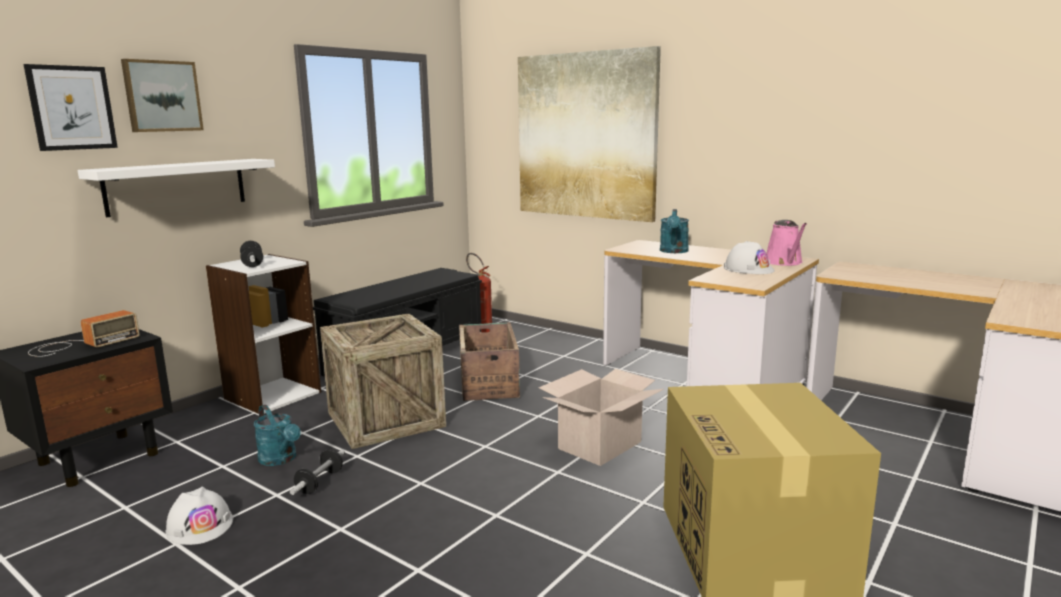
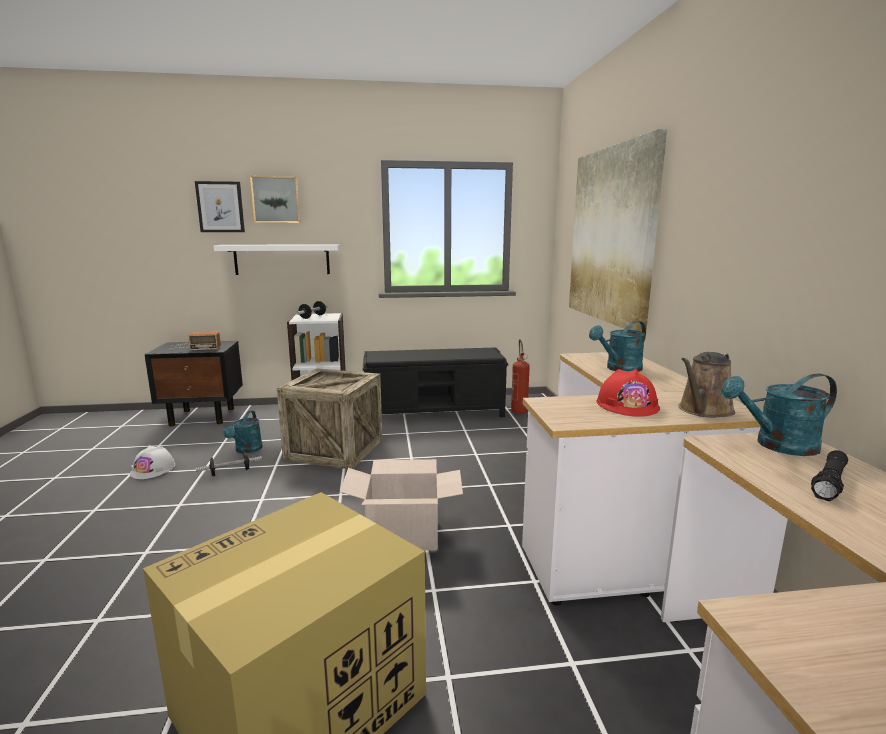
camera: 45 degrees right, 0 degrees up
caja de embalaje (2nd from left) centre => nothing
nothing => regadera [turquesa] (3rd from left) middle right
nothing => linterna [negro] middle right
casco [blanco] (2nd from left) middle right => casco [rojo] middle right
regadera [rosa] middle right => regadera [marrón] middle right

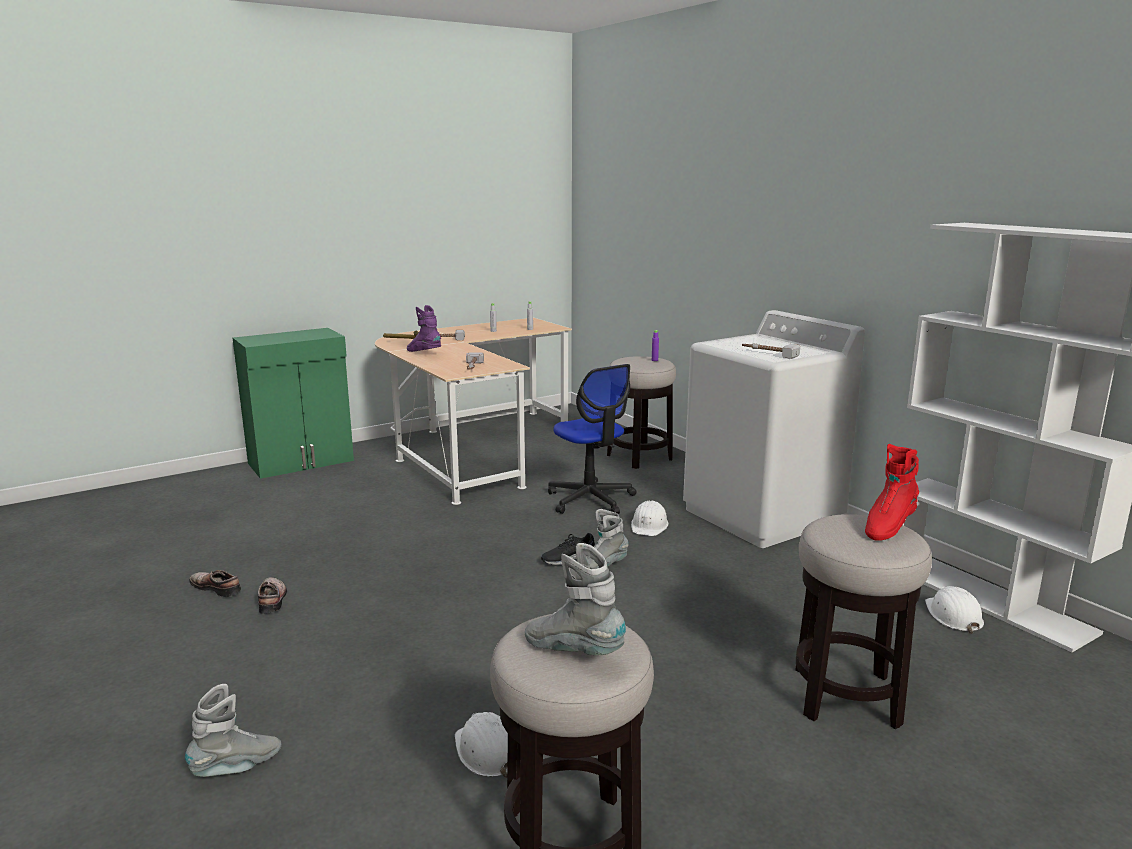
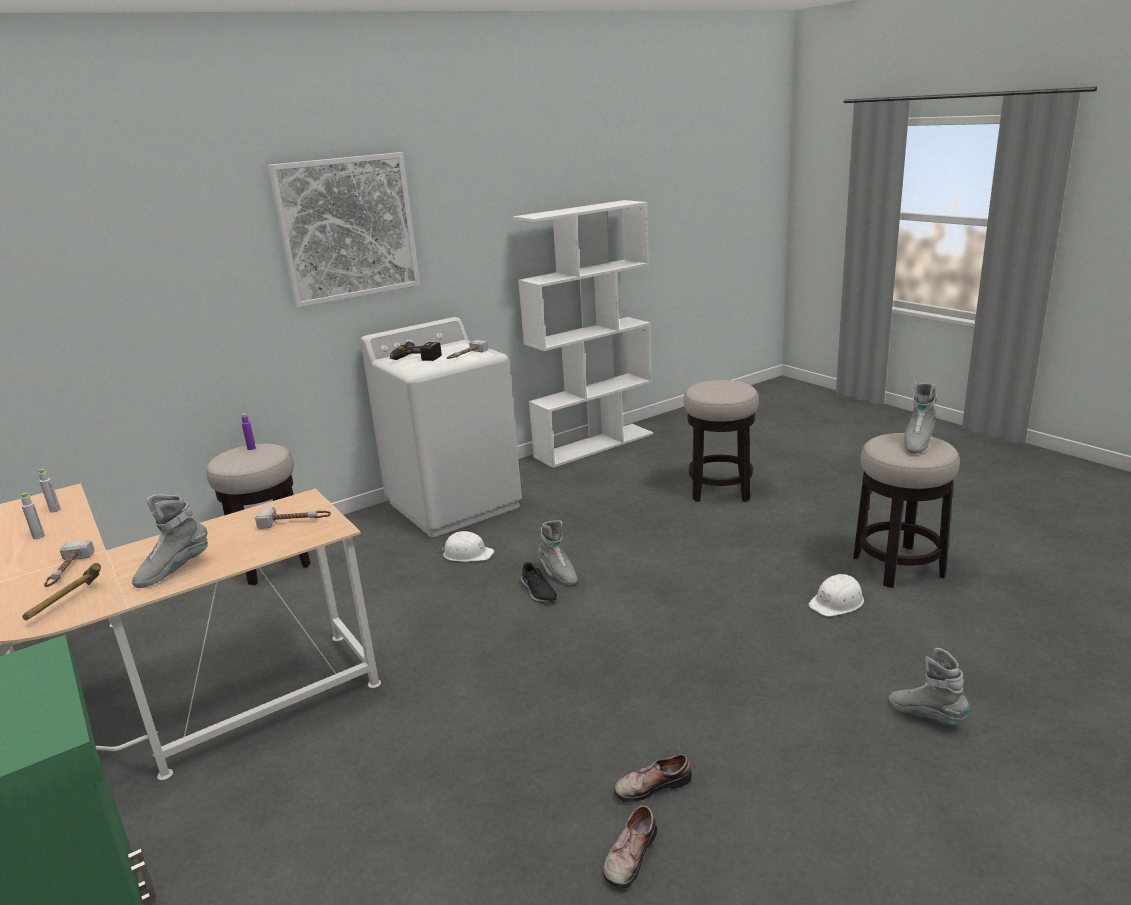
camera: 90 degrees left, 5 degrees up
silla de oficina centre => nothing
bota [rojo] middle right => nothing
casco [blanco] (3rd from left) bottom right => nothing
nothing => cuadro top left
nothing => taladro centre
bota [morado] centre => bota [gris] (1st from left) middle left

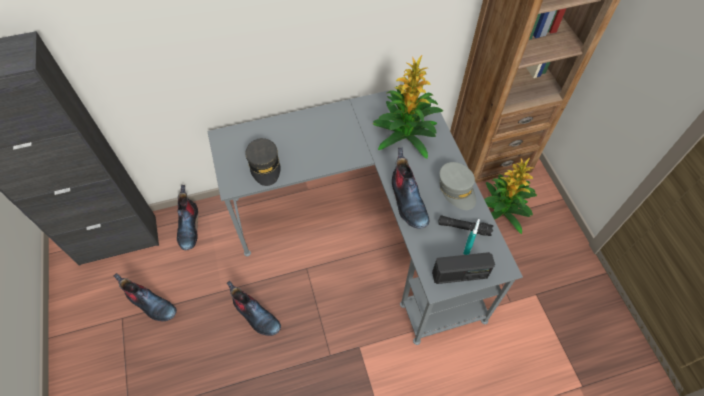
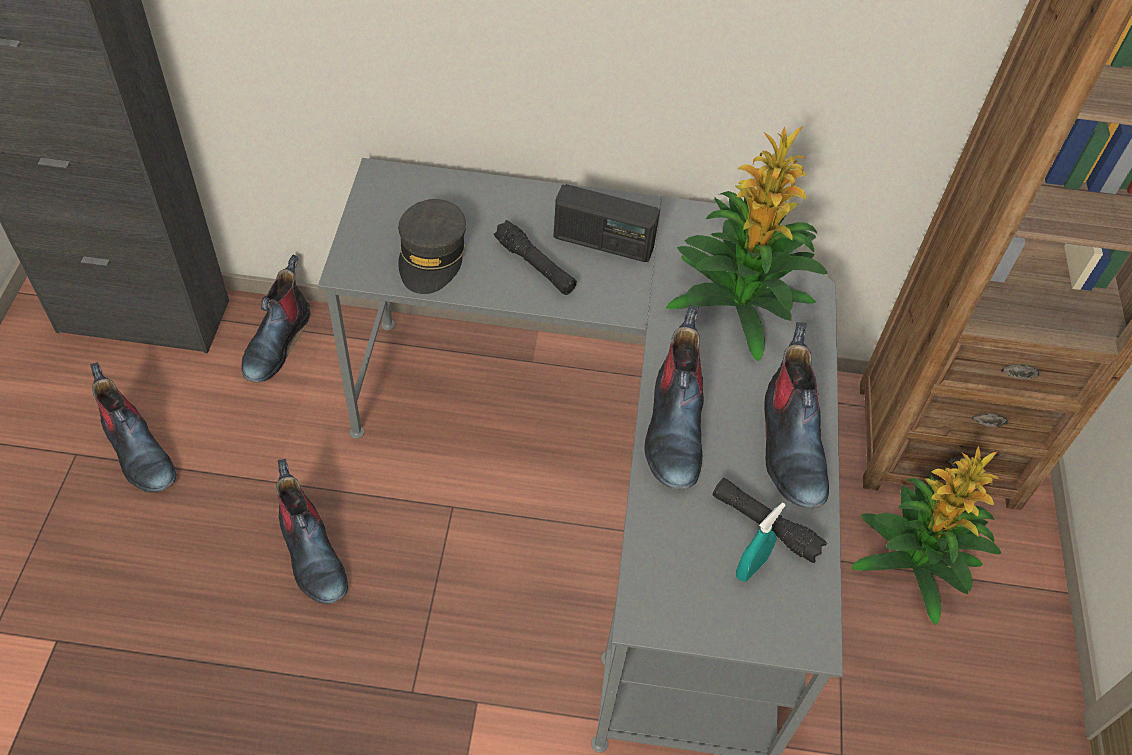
camera: 20 degrees right, 5 degrees down
nothing => linterna [negro] (1st from left) centre
radio bottom centre => radio top centre, moved
gorra [gris] (2nd from left) centre => bota (5th from left) middle right

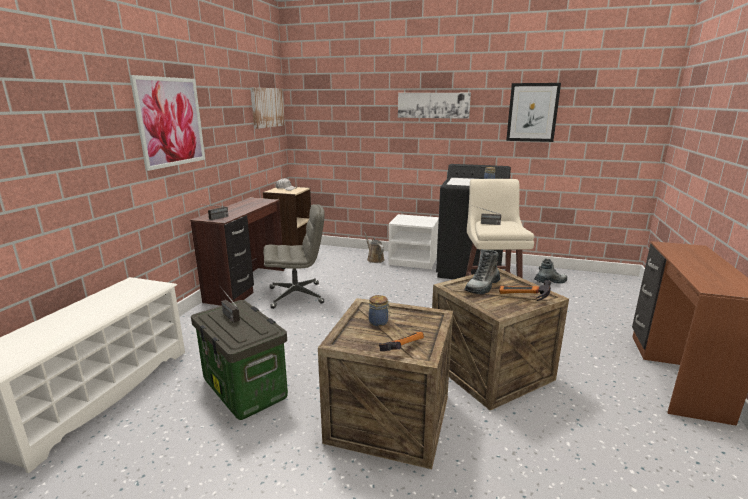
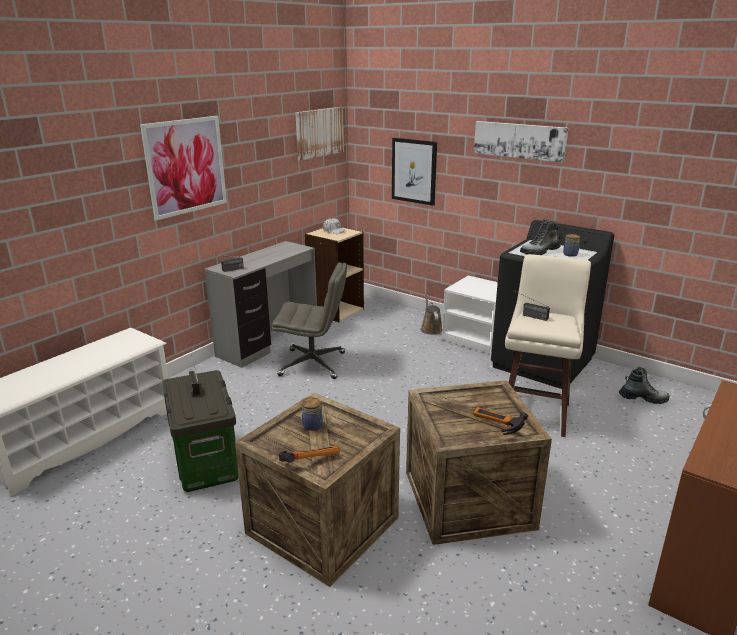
camera: 20 degrees right, 5 degrees up
bota (1st from left) centre => bota (1st from left) middle right, moved
cuadro (4th from left in the first image) top right => cuadro (3rd from left) top centre, moved
escritorio [marrón] (1st from left) middle left => escritorio [gris] centre

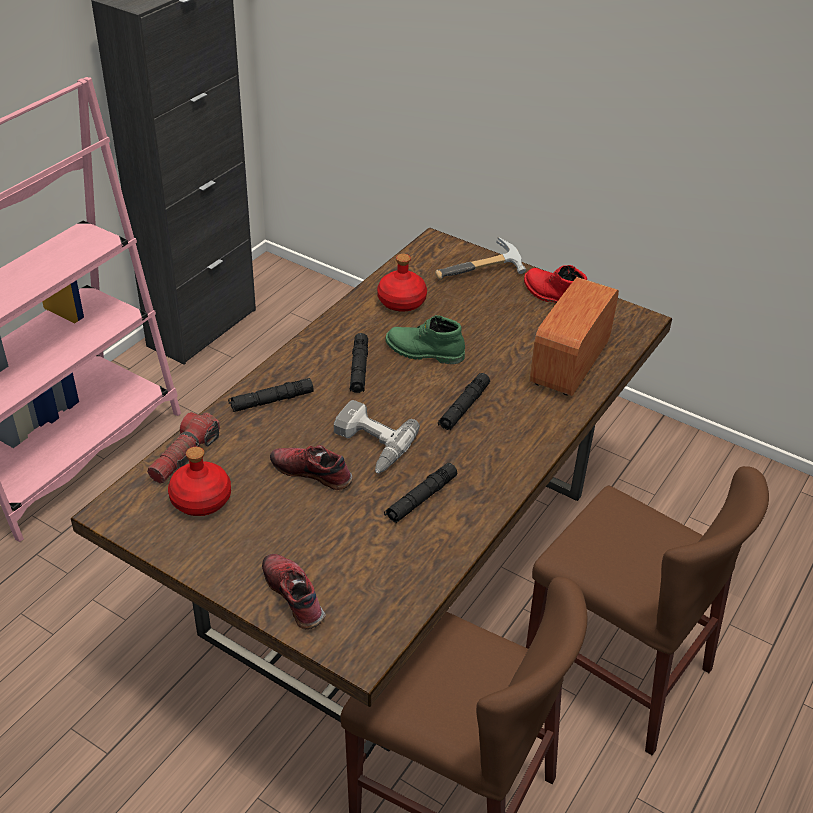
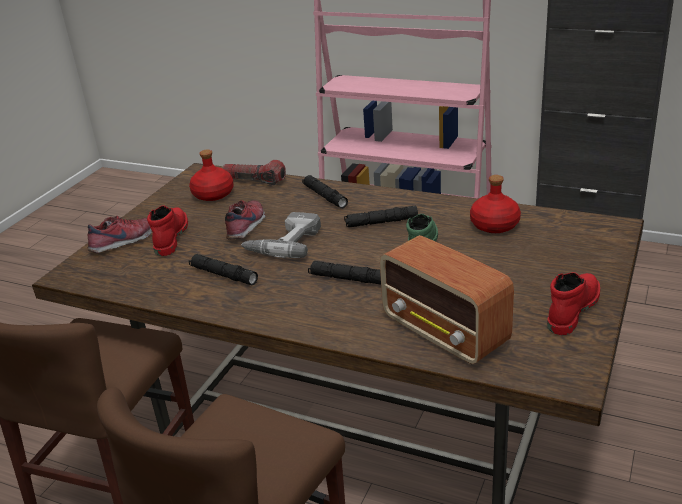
camera: 85 degrees right, 10 degrees down
martillo top centre => nothing
nothing => bota [rojo] (1st from left) middle left
radio middle right => radio centre, 150 degrees counterclockwise

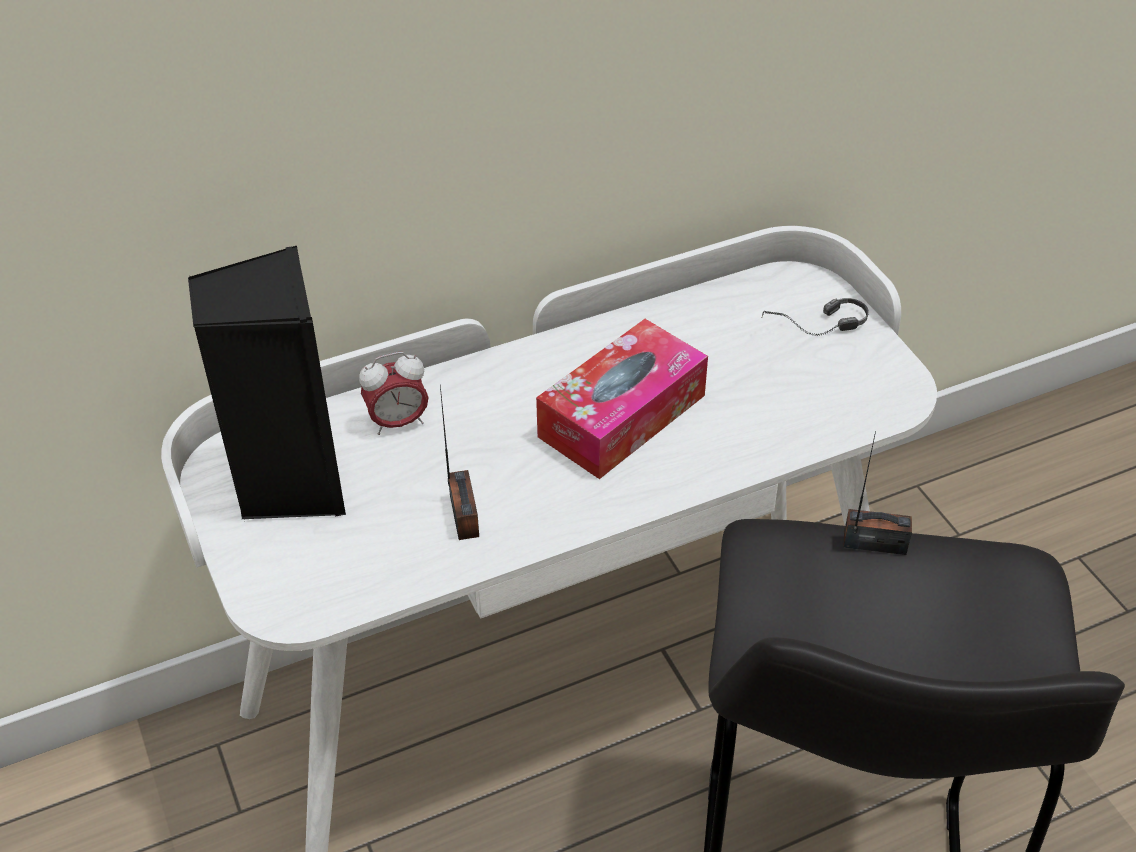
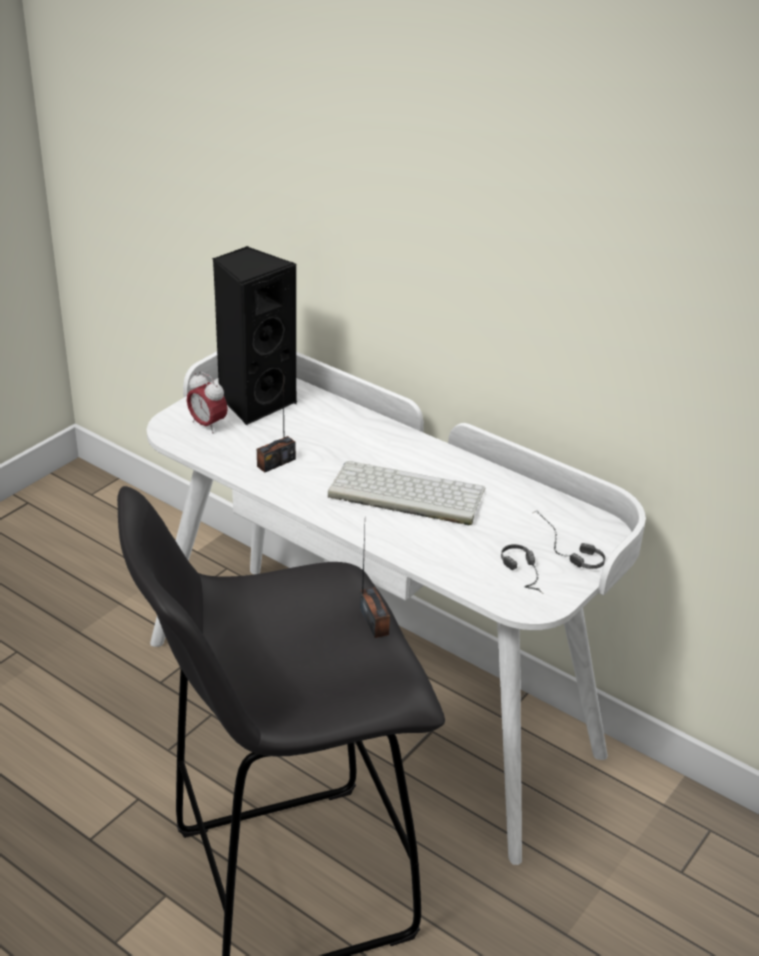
camera: 60 degrees right, 10 degrees down
nothing => auriculares (1st from left) middle right
despertador centre => despertador middle left, moved
caja de pañuelos centre => teclado centre

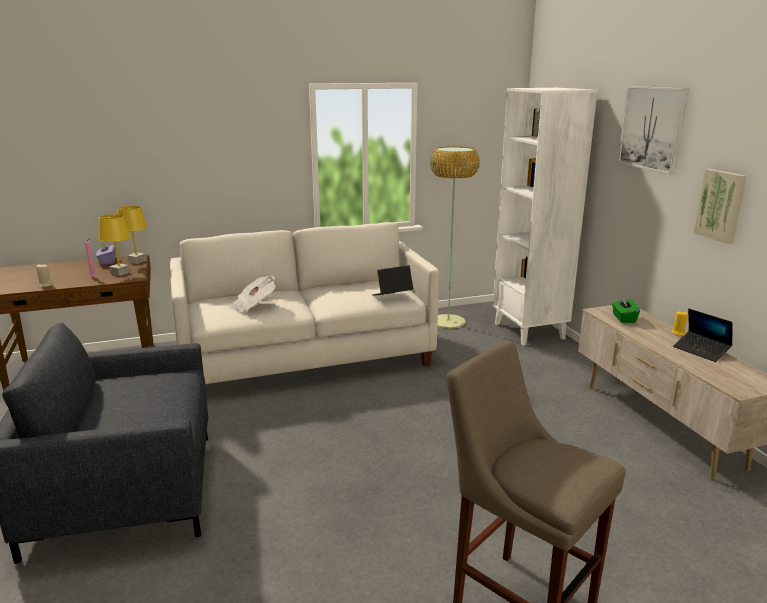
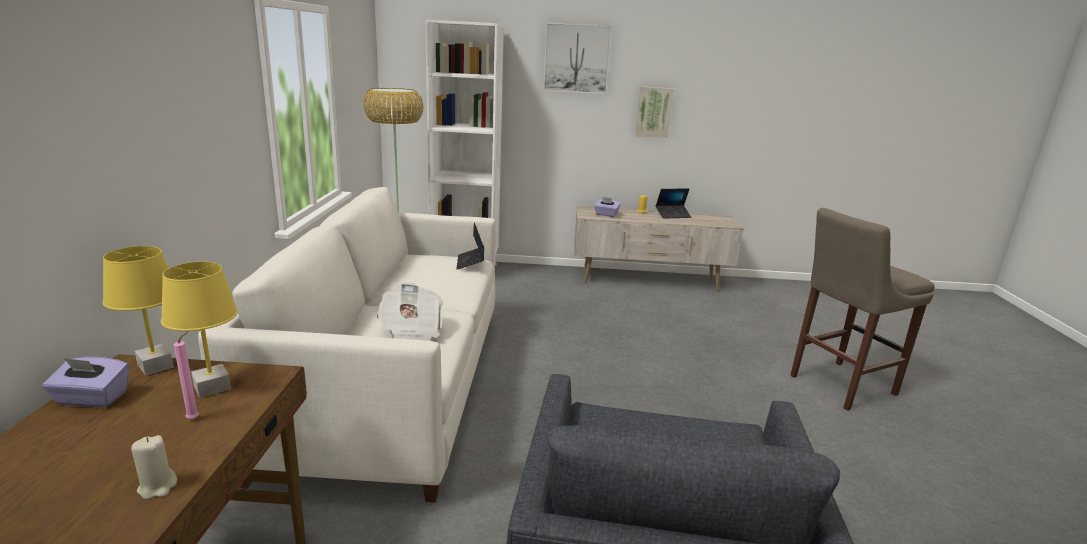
camera: 70 degrees left, 0 degrees up
caja de pañuelos [verde] middle right => caja de pañuelos [morado] (2nd from left) centre

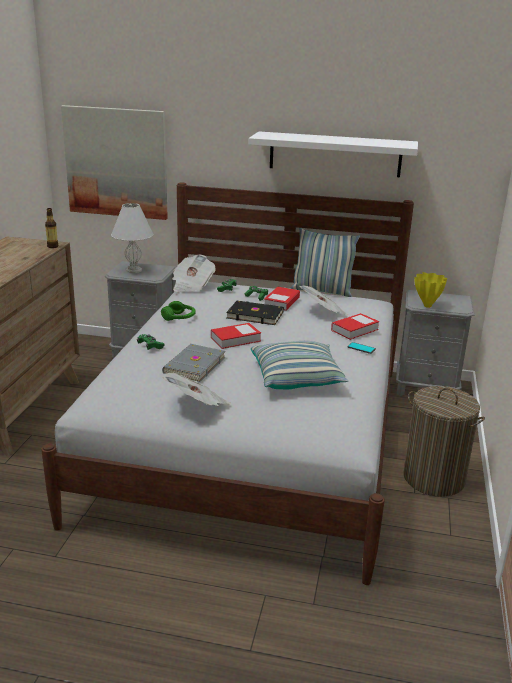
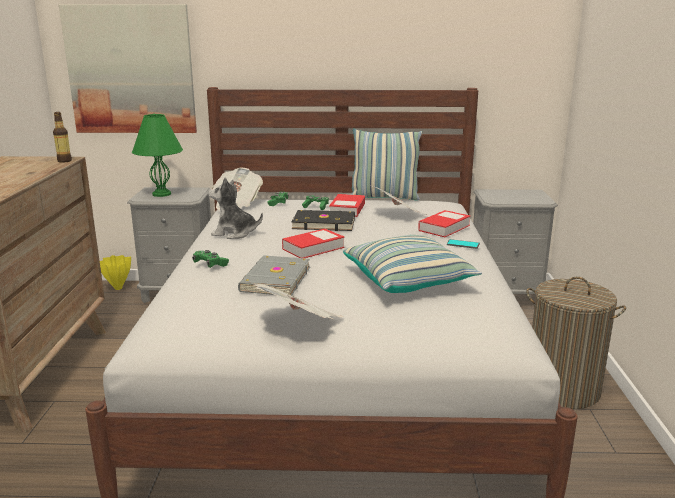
camera: 10 degrees left, 5 degrees down
estante [blanco] top centre => nothing
florero [amarillo] middle right => florero [amarillo] middle left, moved
auriculares [verde] centre => peluche centre
lámpara de mesa [blanco] middle left => lámpara de mesa [verde] top left

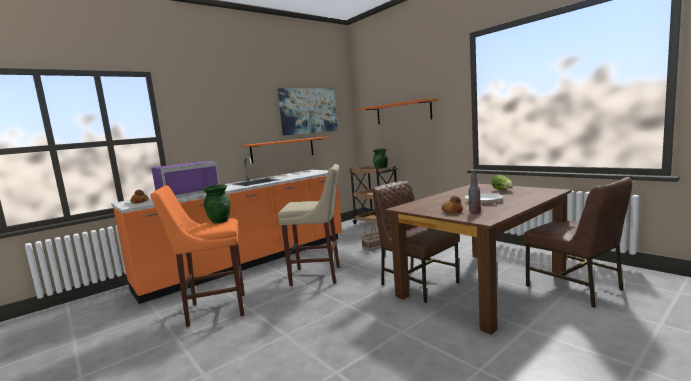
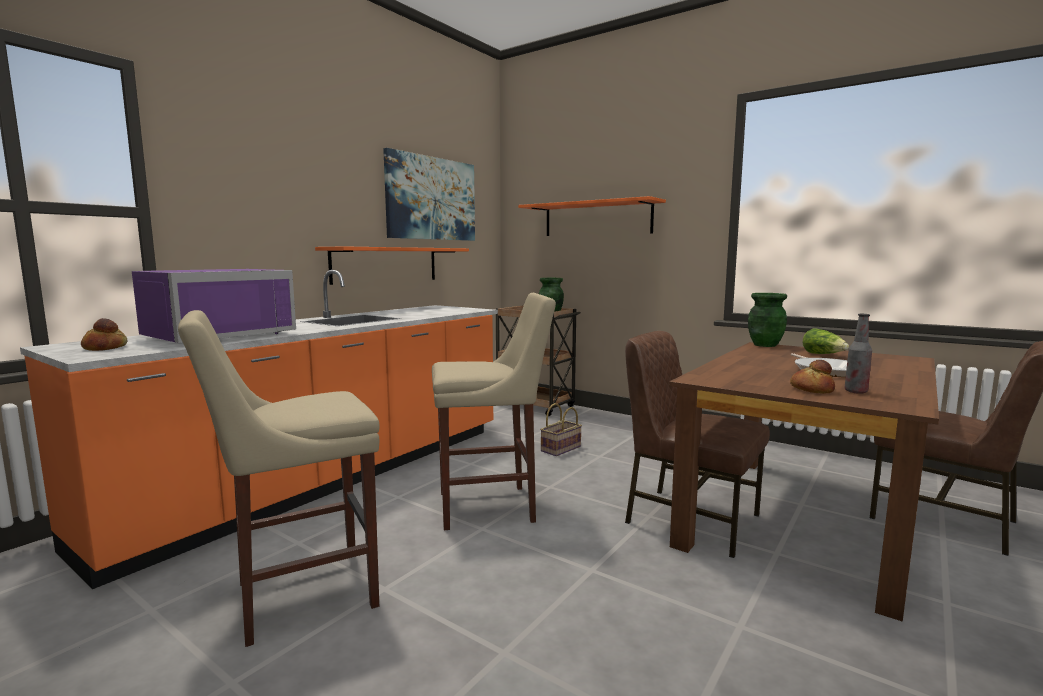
camera: 15 degrees left, 0 degrees up
florero [verde] (1st from left in the first image) middle left => florero [verde] (2nd from left) middle right, moved
taburete [naranja] bottom left => taburete [beis] (1st from left) bottom left

